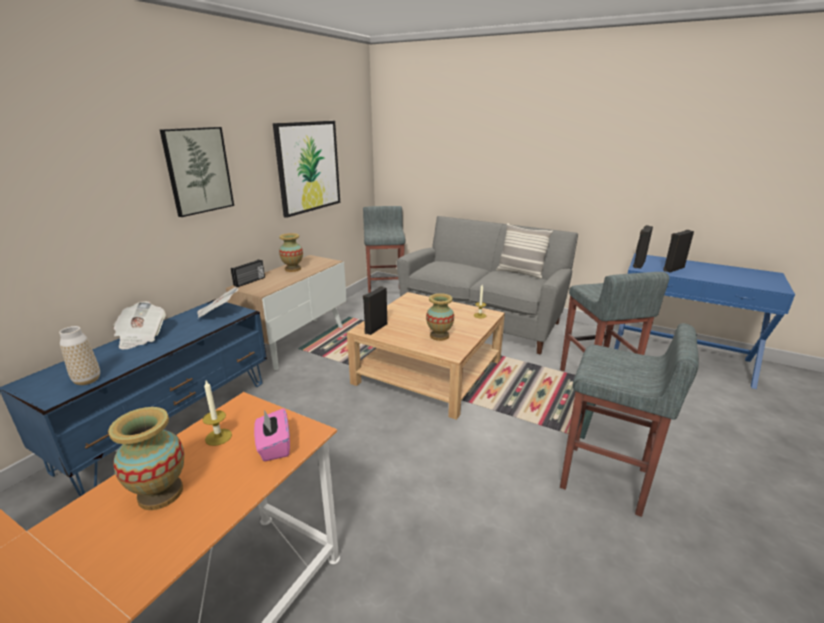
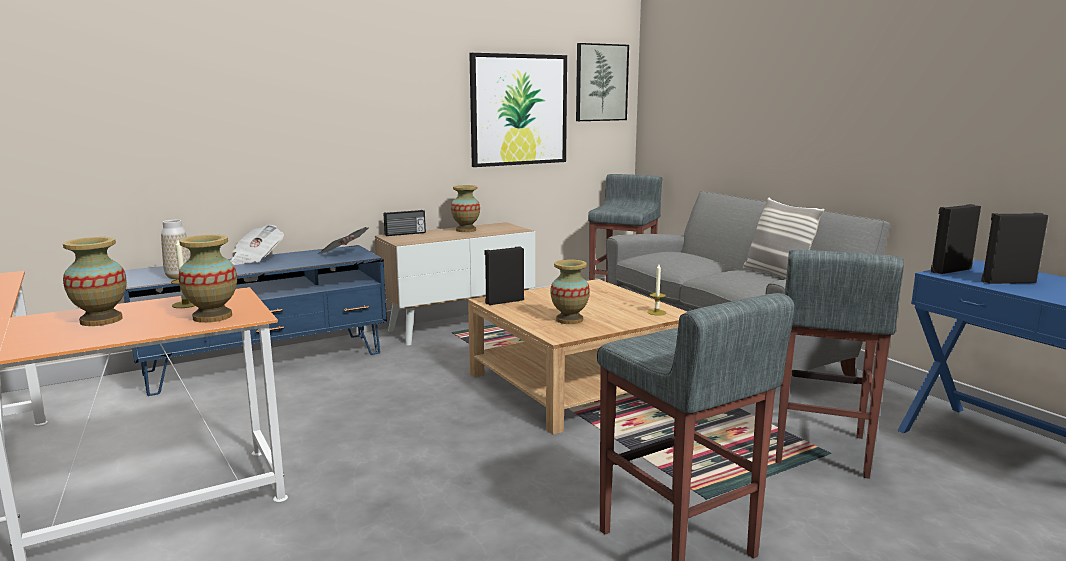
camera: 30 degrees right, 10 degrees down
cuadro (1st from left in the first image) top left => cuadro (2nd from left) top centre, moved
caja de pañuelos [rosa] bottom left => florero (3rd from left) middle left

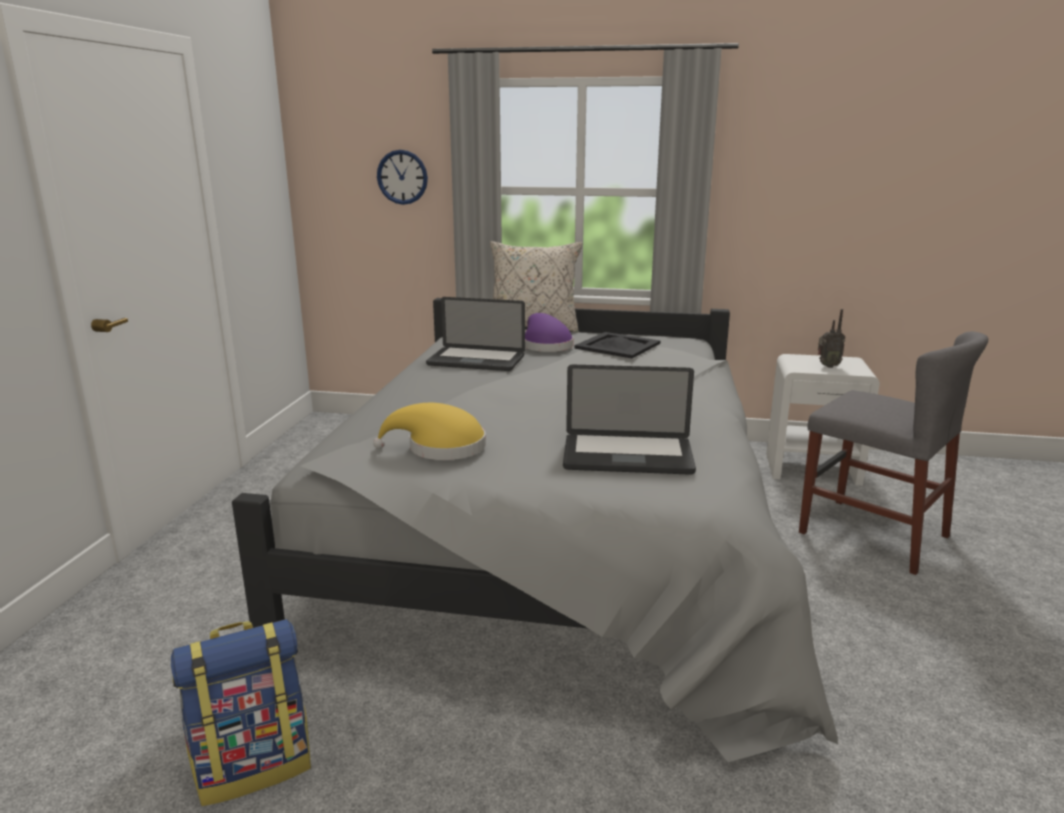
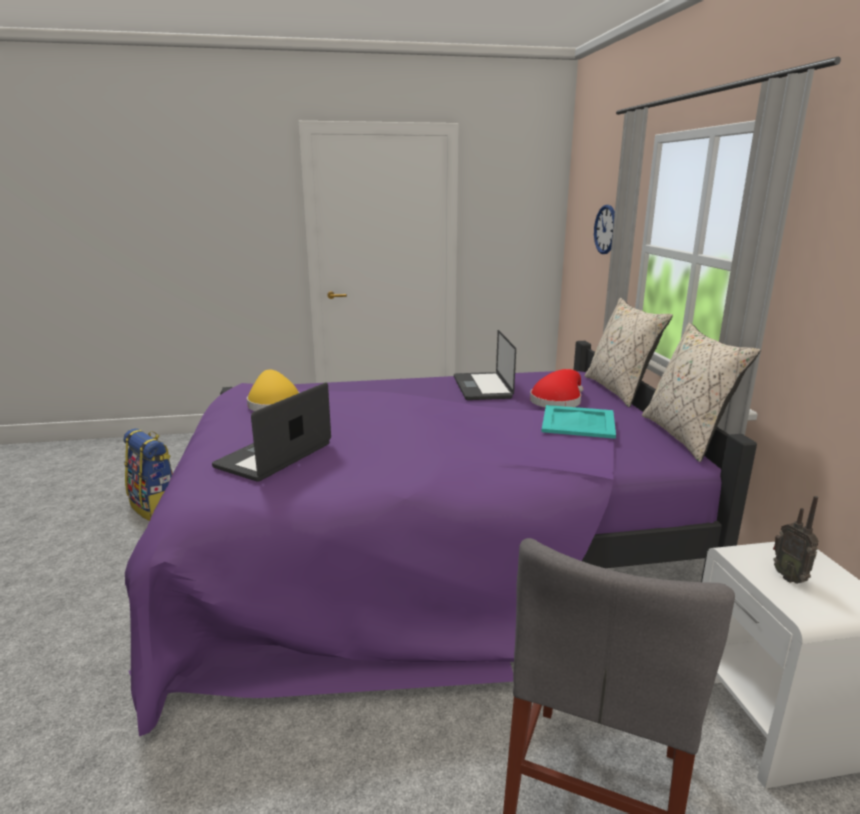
camera: 70 degrees right, 0 degrees up
nothing => cojín [beis] (2nd from left) middle right
cama [gris] centre => cama [morado] centre
sombrero [morado] centre => sombrero [rojo] centre
bandeja [negro] centre => bandeja [turquesa] middle right
portátil (2nd from left in the first image) centre => portátil (1st from left) middle left, 45 degrees clockwise

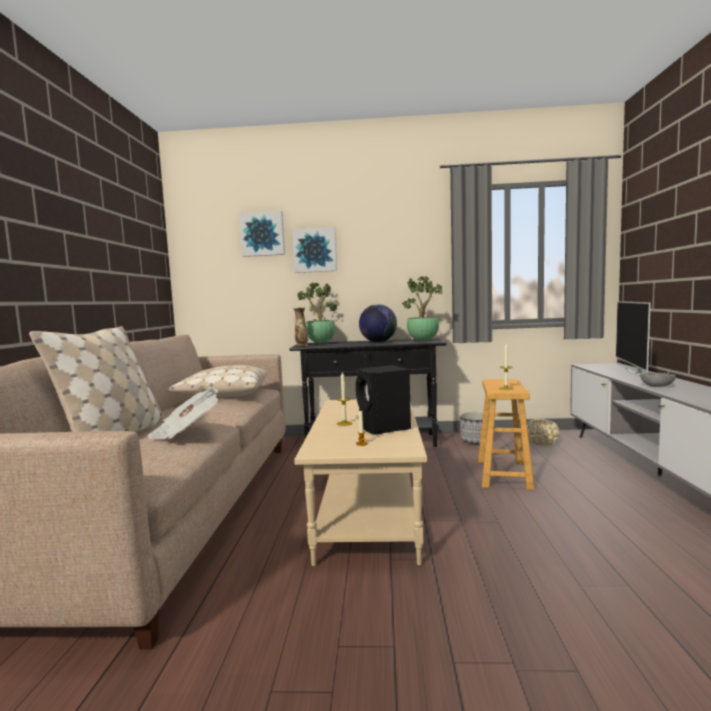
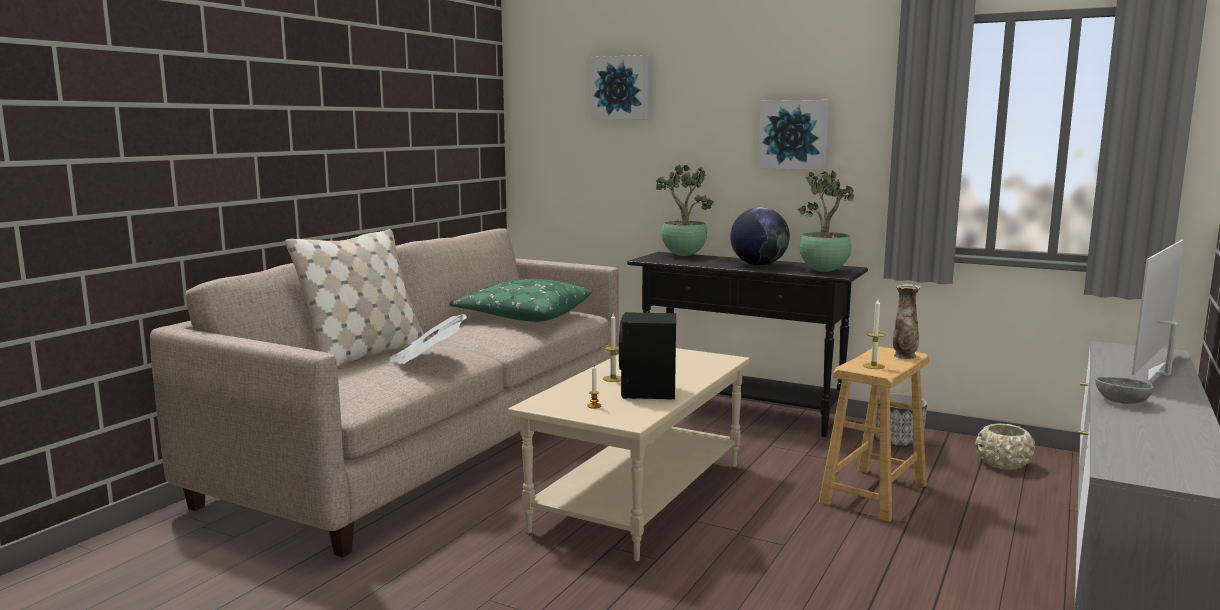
camera: 25 degrees right, 5 degrees up
cuadro (2nd from left) centre => cuadro (2nd from left) top centre, moved
florero centre => florero middle right, moved
cojín [beis] (2nd from left) middle left => cojín [verde] centre

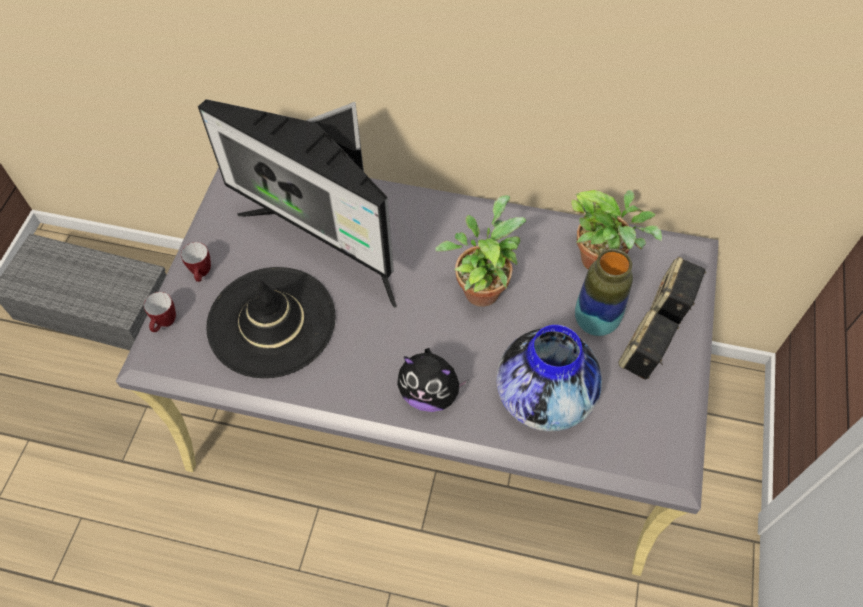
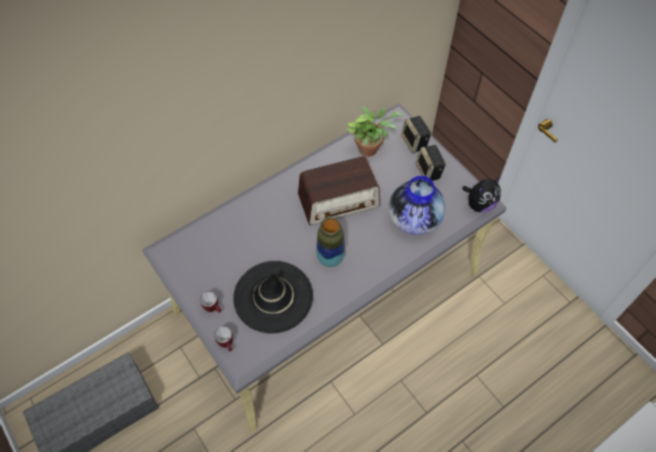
camera: 50 degrees left, 0 degrees up
monitor centre => nothing
peluche centre => peluche middle right, moved
florero (2nd from left in the first image) middle right => florero (1st from left) centre, moved
planta en maceta (1st from left) centre => radio centre

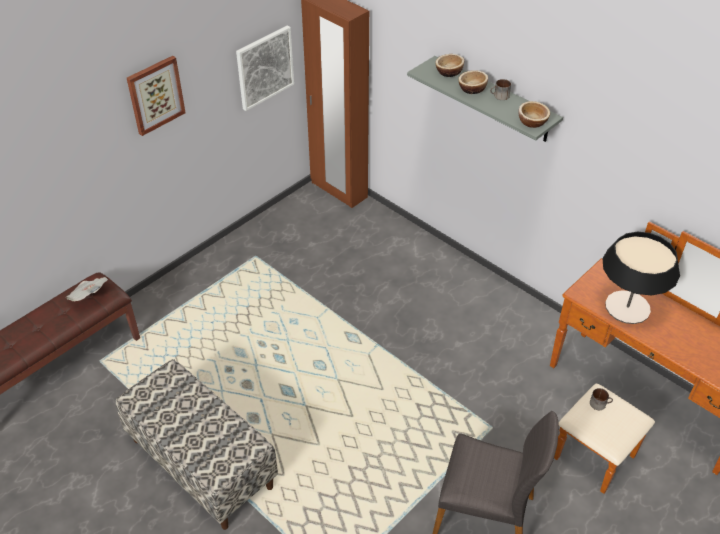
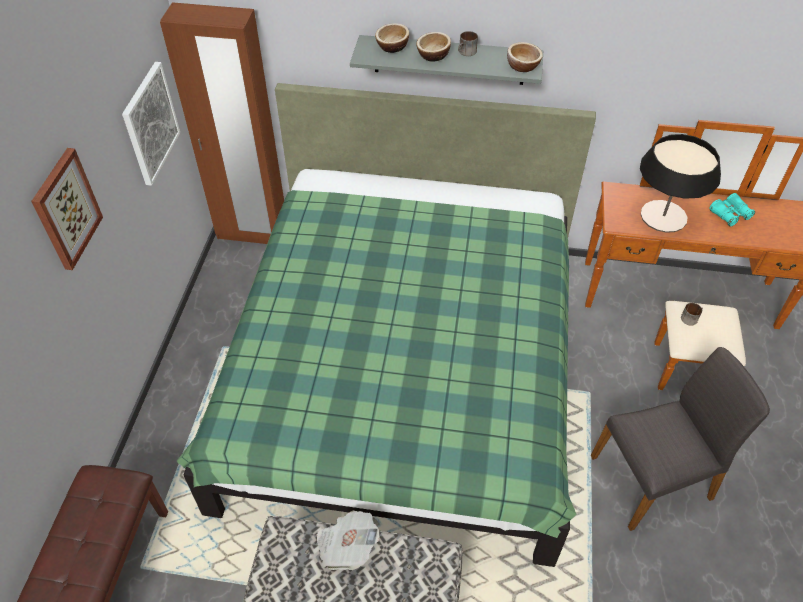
camera: 35 degrees left, 5 degrees up
nothing => cama [verde] centre
nothing => prismáticos [turquesa] middle right
periódico middle left => periódico bottom centre, moved

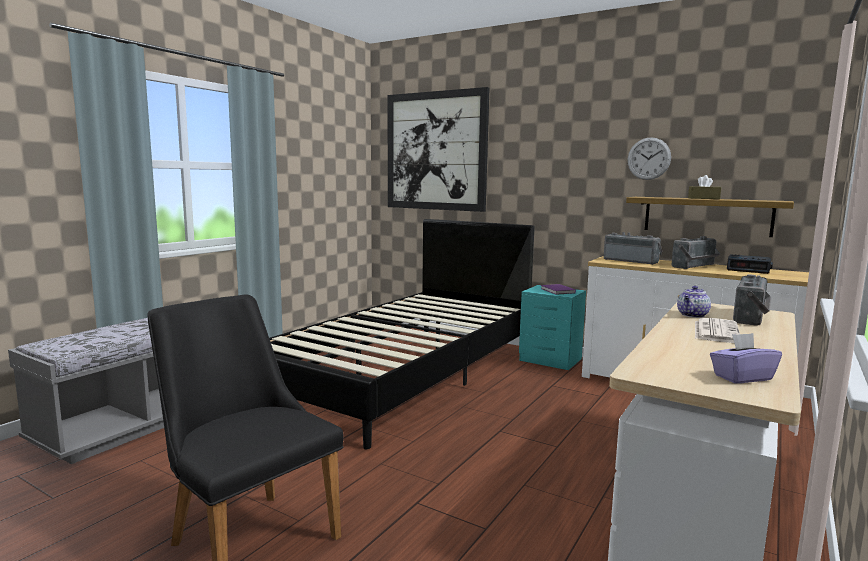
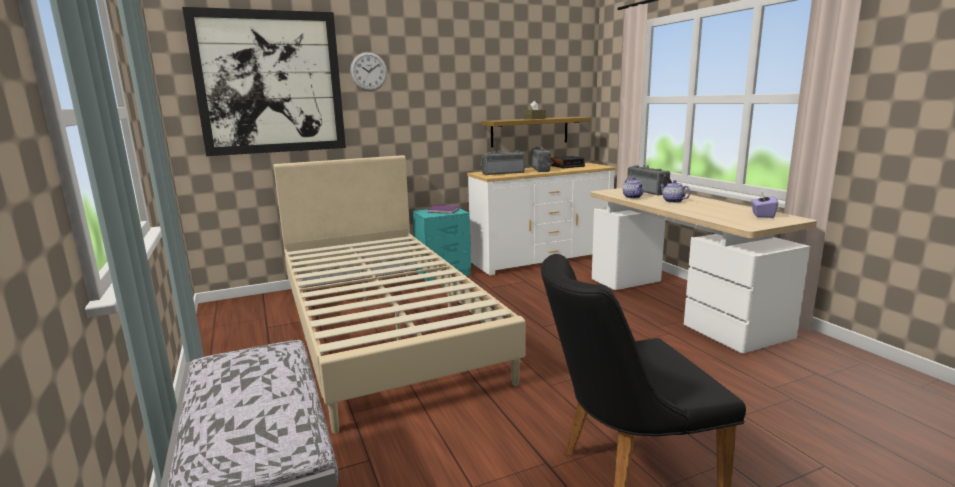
camera: 55 degrees left, 5 degrees up
reloj de pared top right => reloj de pared top centre, moved
periódico middle right => tetera (2nd from left) middle right
cama [negro] centre => cama [beis] centre

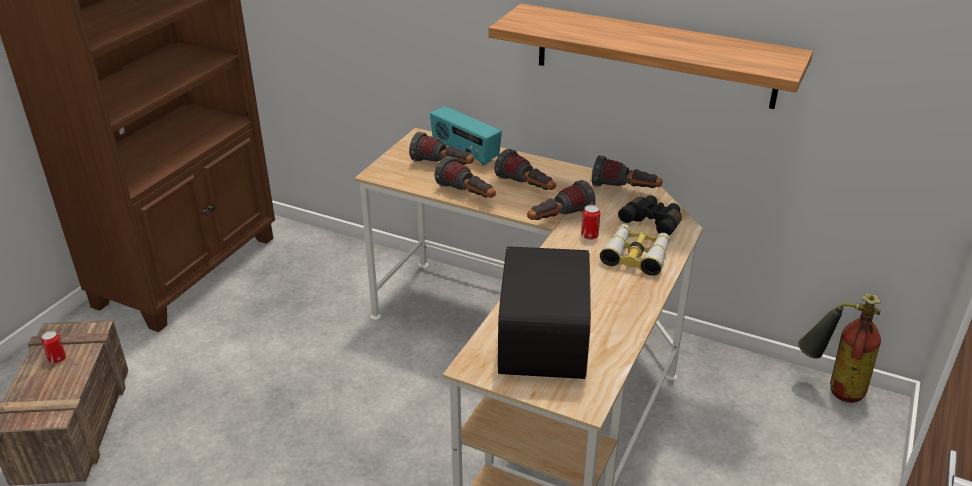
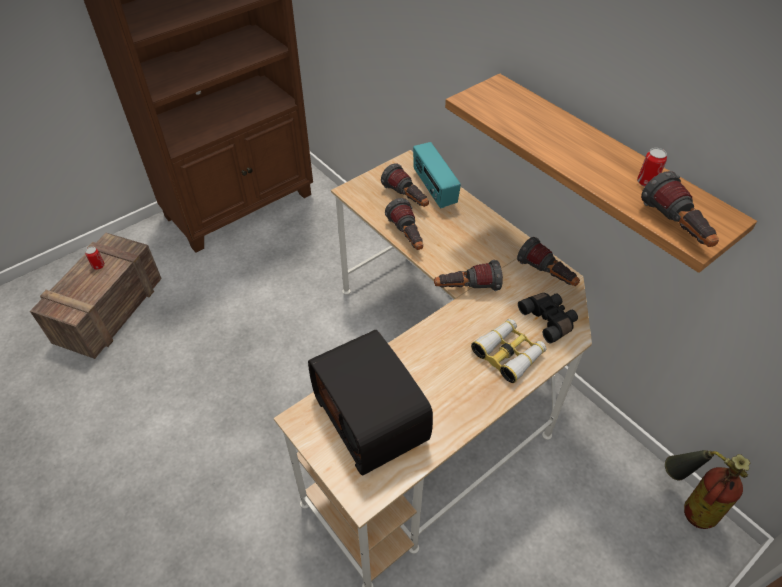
camera: 25 degrees right, 15 degrees up
linterna (3rd from left in the first image) centre => linterna (5th from left) middle right, moved
lata (2nd from left) centre => lata (2nd from left) top right, moved
radio (2nd from left in the first image) centre => radio (1st from left) bottom centre, 60 degrees counterclockwise

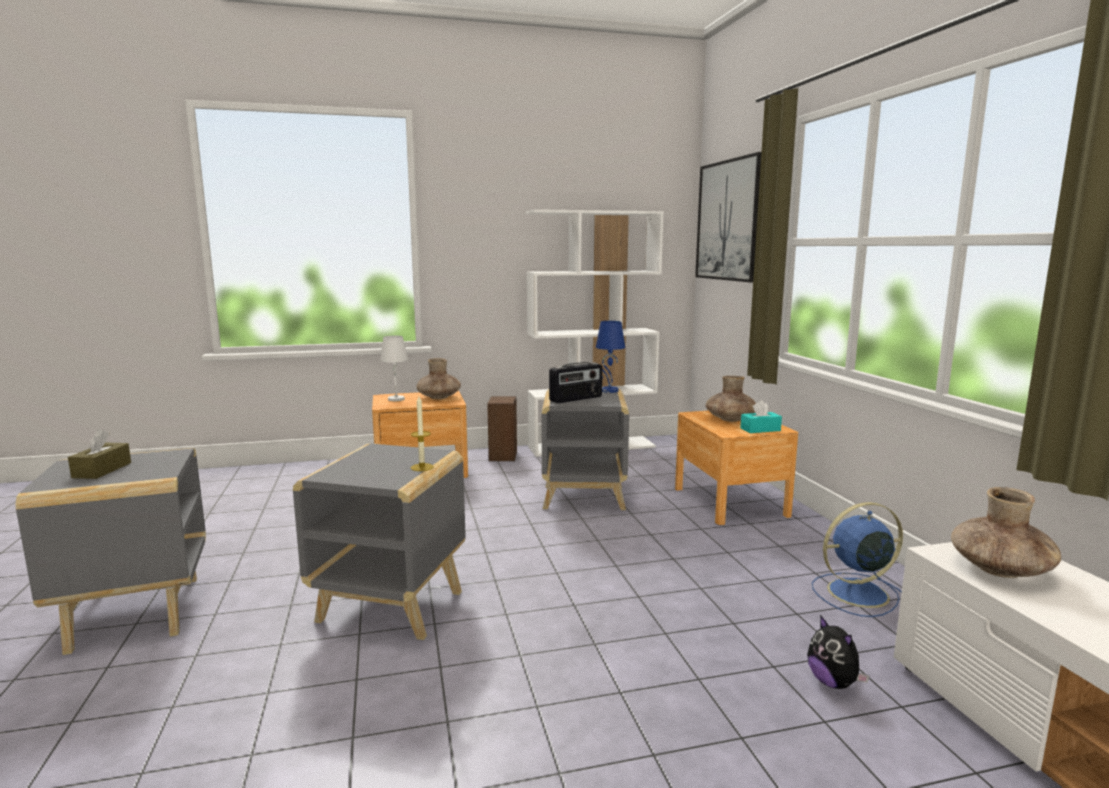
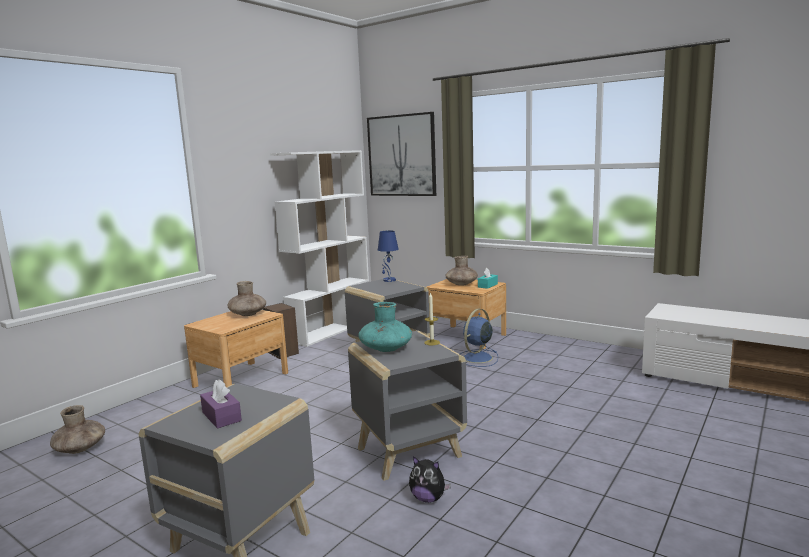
camera: 40 degrees left, 0 degrees up
lámpara de mesa [blanco] centre => nothing
radio centre => nothing
nothing => florero [turquesa] centre
peluche bottom right => peluche bottom centre, moved
ventilador [azul] bottom right => ventilador [azul] centre, moved
florero [marrón] (3rd from left in the first image) bottom right => florero [marrón] (1st from left) bottom left, moved
caja de pañuelos [marrón] middle left => caja de pañuelos [morado] bottom left

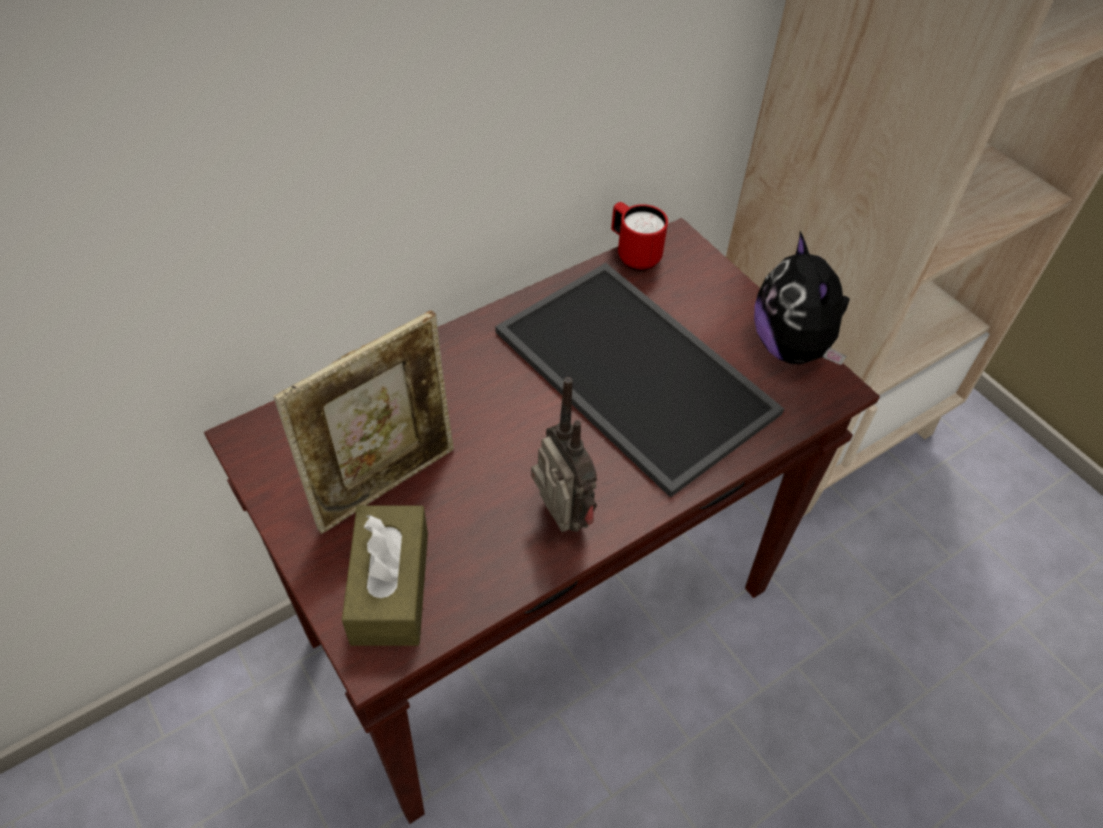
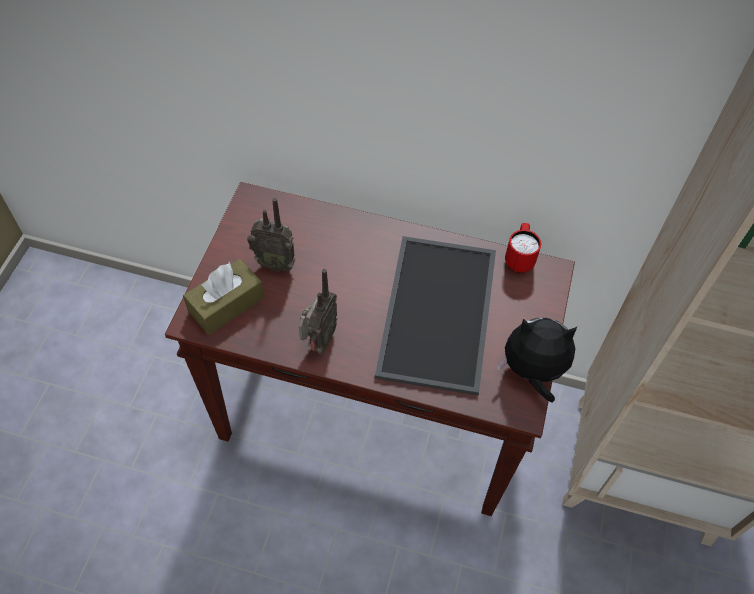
camera: 50 degrees right, 5 degrees up
portarretratos middle left => radio (1st from left) centre
peluche middle right, 60 degrees clockwise

